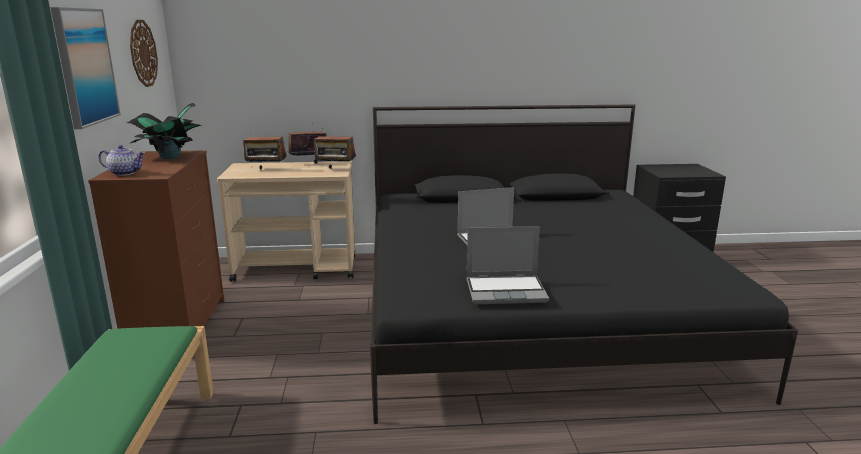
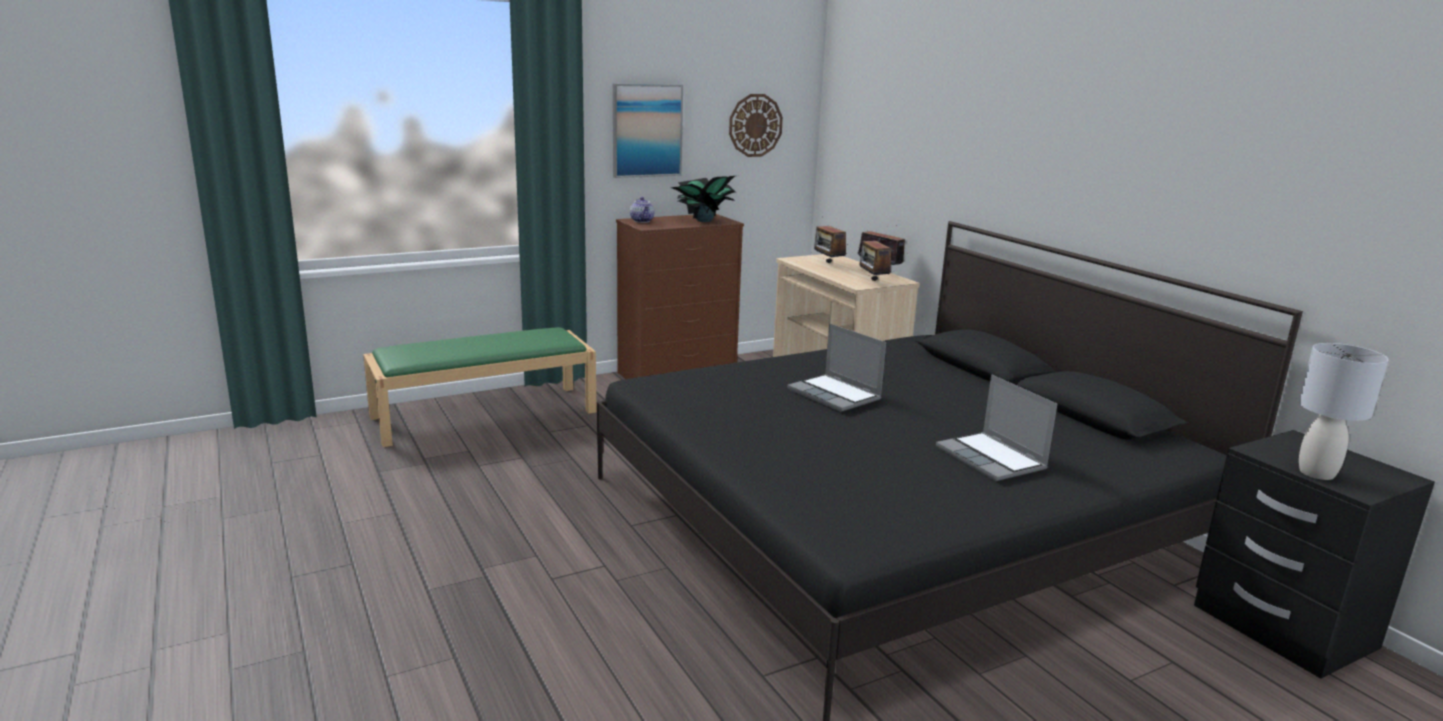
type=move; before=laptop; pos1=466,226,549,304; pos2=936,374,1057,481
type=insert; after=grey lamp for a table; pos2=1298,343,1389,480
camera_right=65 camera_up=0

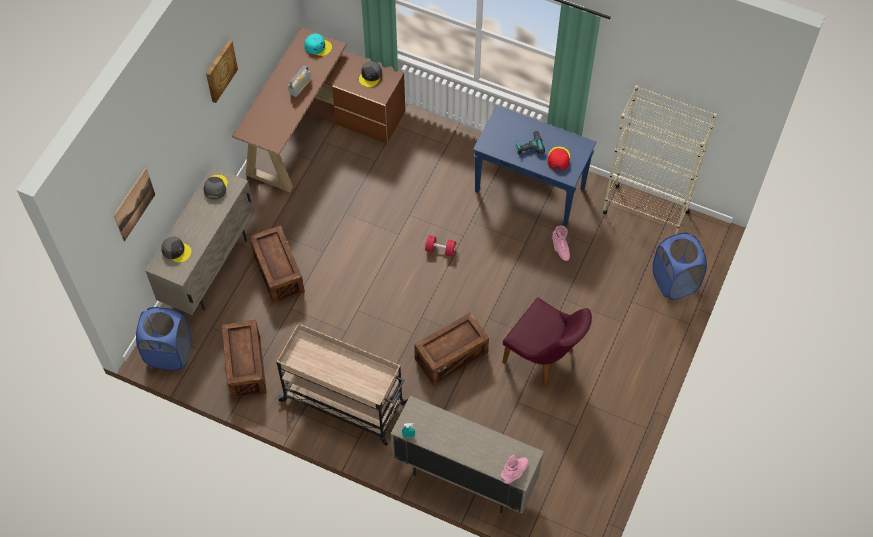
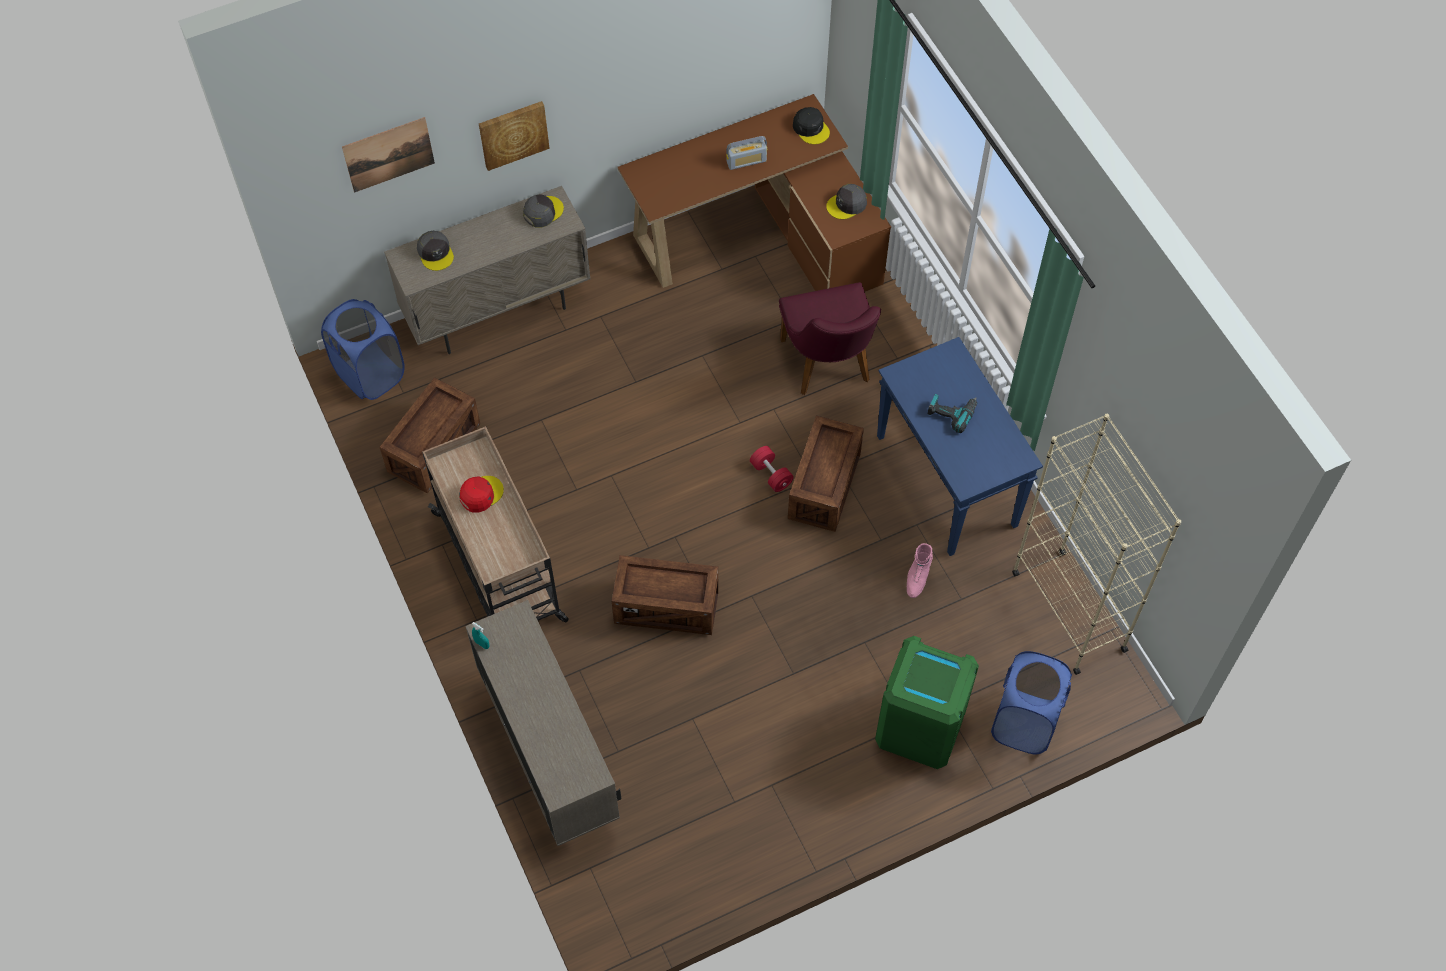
type=move; before=picture; pos1=206,40,238,103; pos2=479,101,550,171
type=move; before=shipping crate; pos1=249,225,305,303; pos2=788,415,864,532
type=recolor; before=blue-green baseball cap; after=black-coloured baseball cap; pos1=305,33,332,56; pos2=793,107,830,144
type=delete; before=pink-coloured boot; pos1=500,455,528,484
type=move; before=purple-coloured chair; pos1=503,297,592,386; pos2=779,282,881,395
type=move; before=red baseball cap; pos1=548,146,570,171; pos2=459,476,504,513
type=insert; after=green-coloured trash can; pos2=875,636,979,769
camera_right=40 camera_up=0

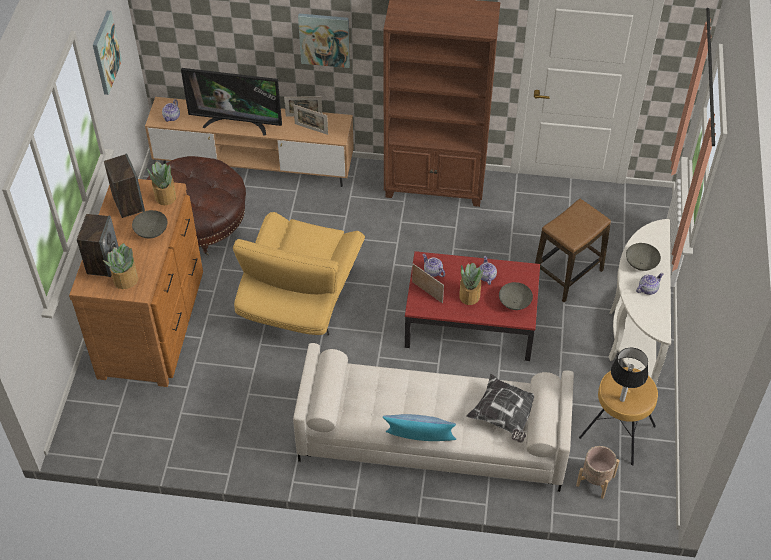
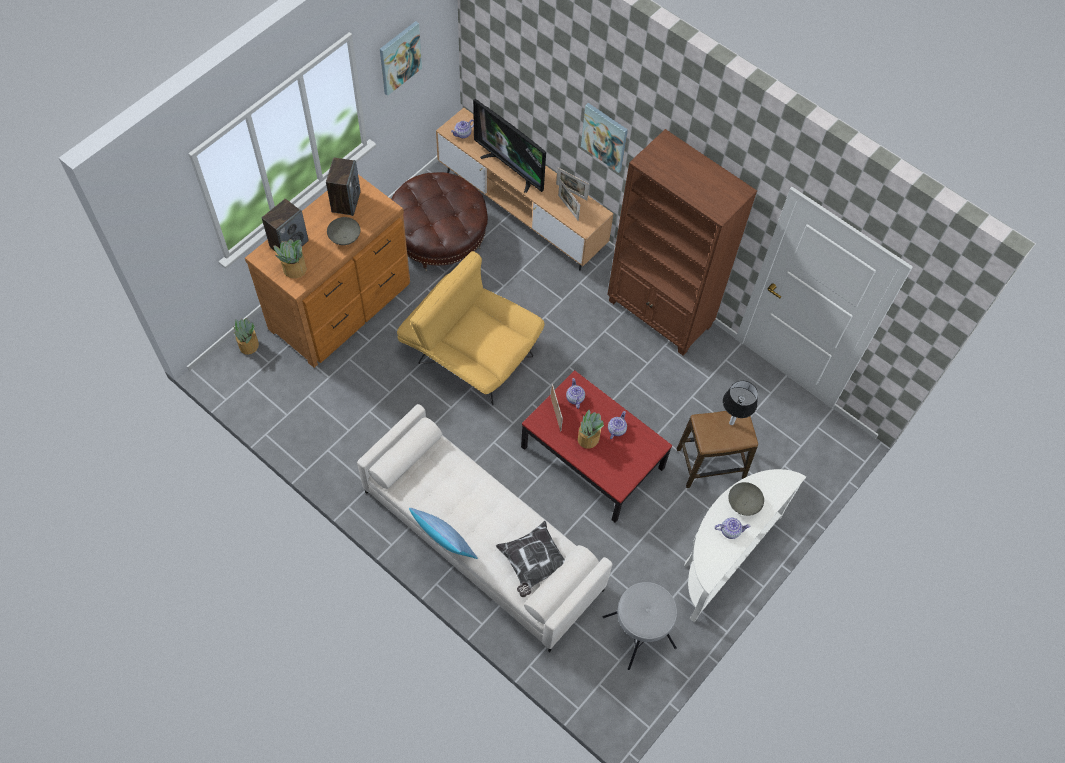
type=move; before=potted plant; pos1=147,161,176,205; pos2=233,318,259,355
type=rotate; before=yellow-coloured armchair; pos1=233,212,365,336; pos2=397,251,545,405; turn=75
type=delete; before=grey serving bowl; pos1=499,282,533,310
type=delete; before=beige-coloured flower pot; pos1=576,446,620,499
type=recolor; before=brown stool seat; after=grey stool seat; pos1=579,367,658,466; pos2=603,582,677,670
type=move; before=lamp for a table; pos1=611,348,648,402; pos2=723,381,758,425
camera_right=30 camera_up=10

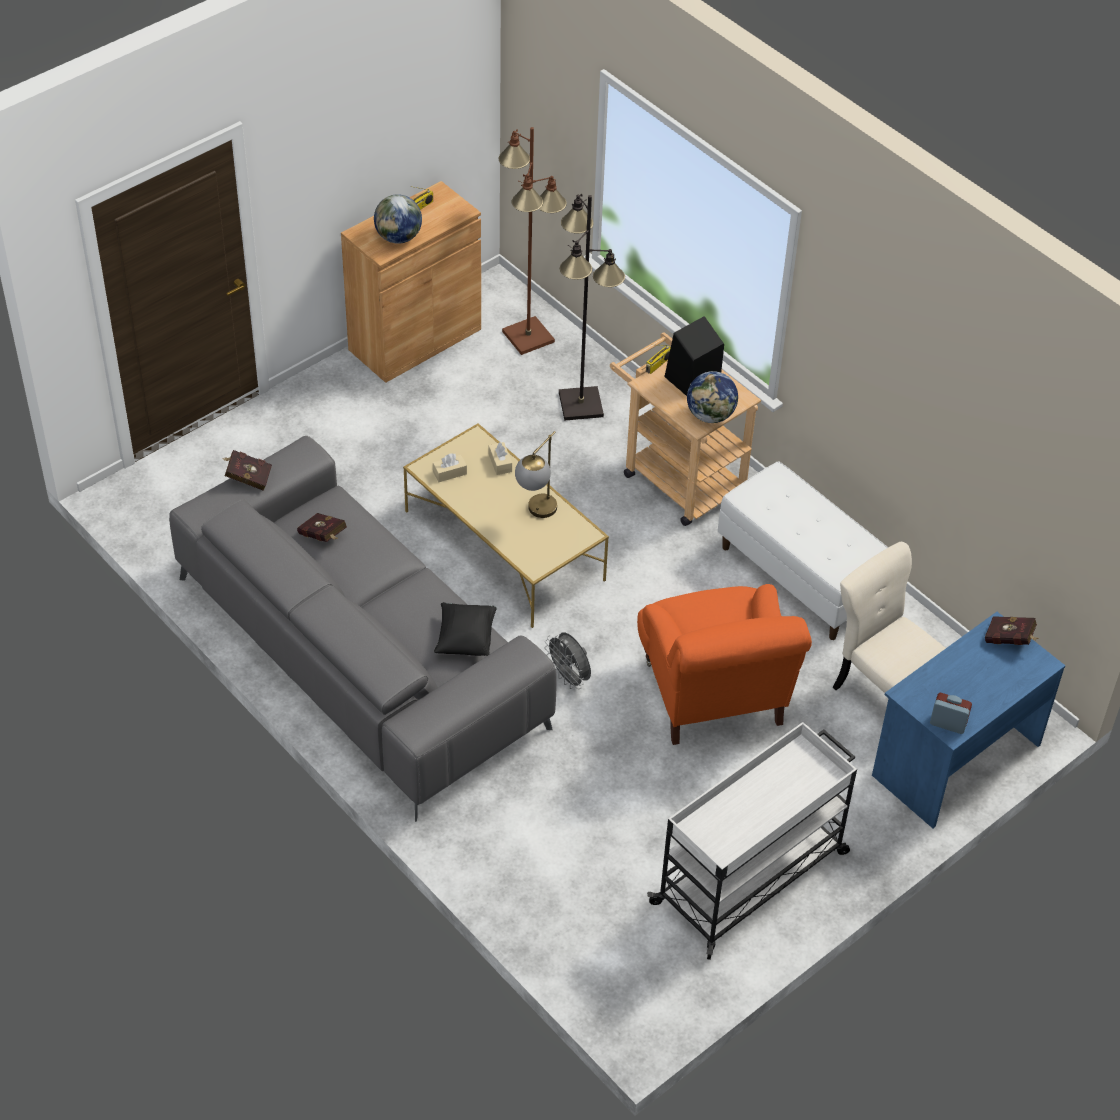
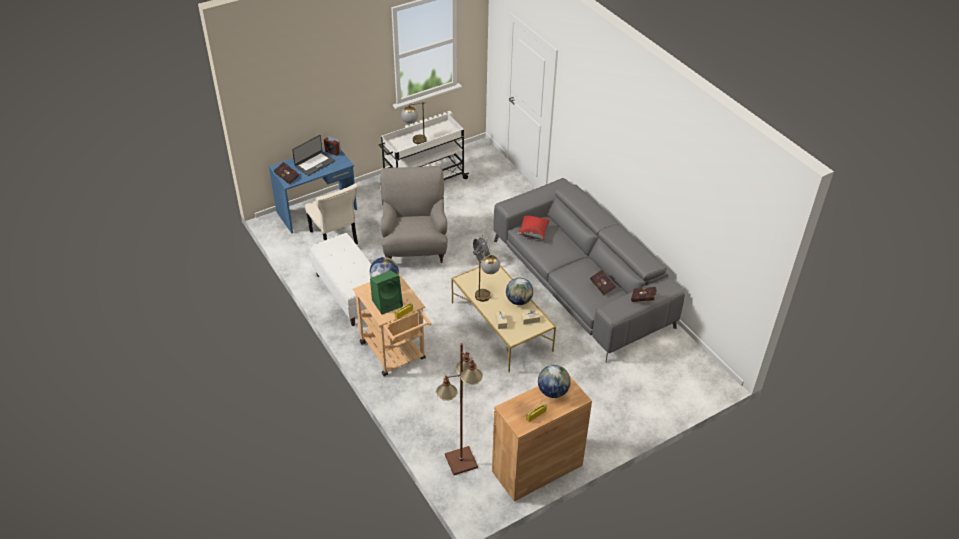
type=recolor; before=black-coloured throw pillow; after=red throw pillow; pos1=434,602,497,656; pos2=518,215,550,240
type=delete; before=black-coloured standing lamp; pos1=559,194,625,421
type=recolor; before=orange-coloured armchair; after=grey armchair; pos1=637,584,812,745; pos2=380,166,448,263
type=recolor; before=black-coloured loudspeaker; after=green-coloured loudspeaker; pos1=664,316,724,396; pos2=370,271,403,314
type=insert; after=laptop; pos2=292,135,335,176
type=insert; after=lamp for a table; pos2=401,102,427,144
type=insert; after=world globe; pos2=506,278,533,305
camera_right=-170 camera_up=-5

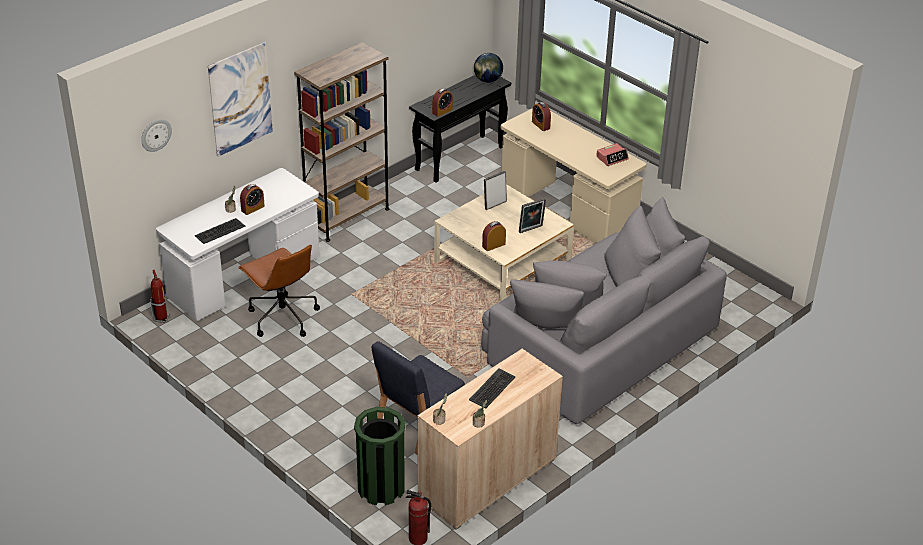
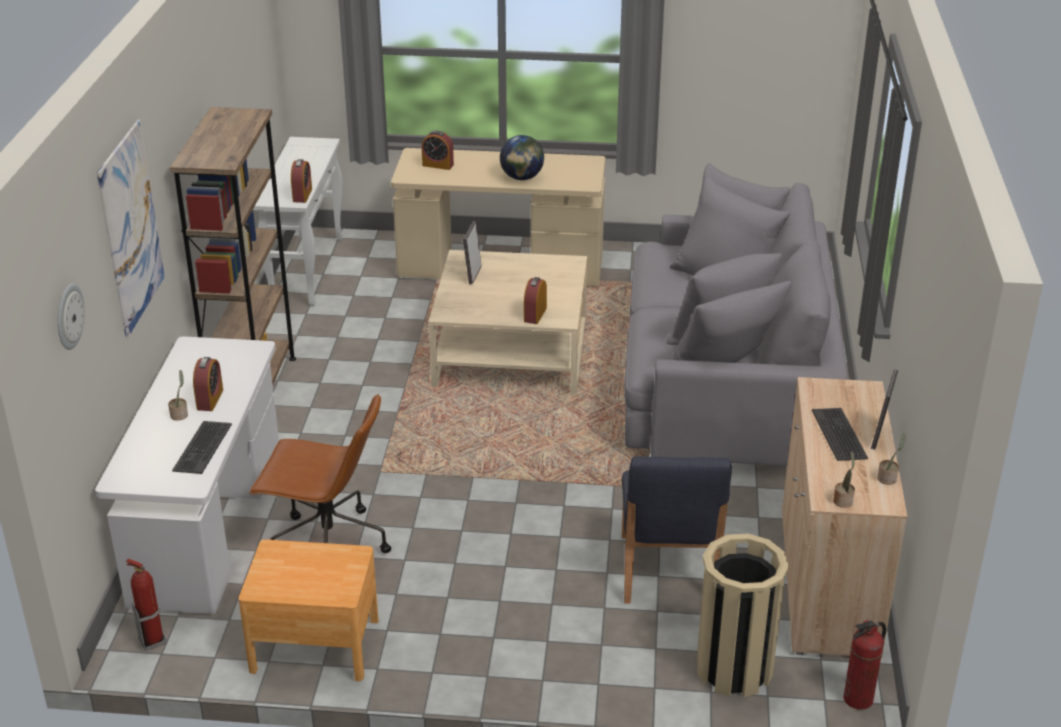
type=recolor; before=green-coloured trash can; after=beige-coloured trash can; pos1=354,407,406,505; pos2=696,534,789,697
type=recolor; before=black-coloured narrow table; after=whitish narrow table; pos1=409,75,511,183; pos2=253,137,343,306
type=move; before=world globe; pos1=474,53,503,83; pos2=500,135,544,180
type=move; before=photo frame; pos1=519,198,546,233; pos2=871,369,898,450
type=delete; before=alarm clock; pos1=596,143,629,166
type=insert; after=brown bedside table; pos2=239,539,379,681
camera_right=-40 camera_up=-5

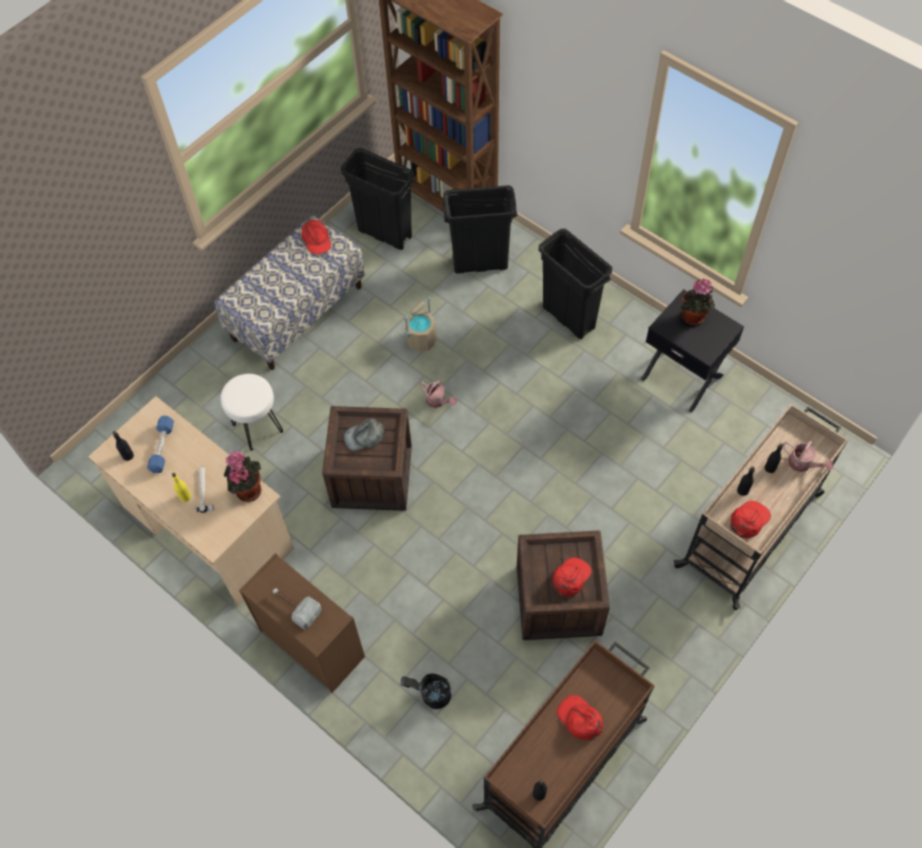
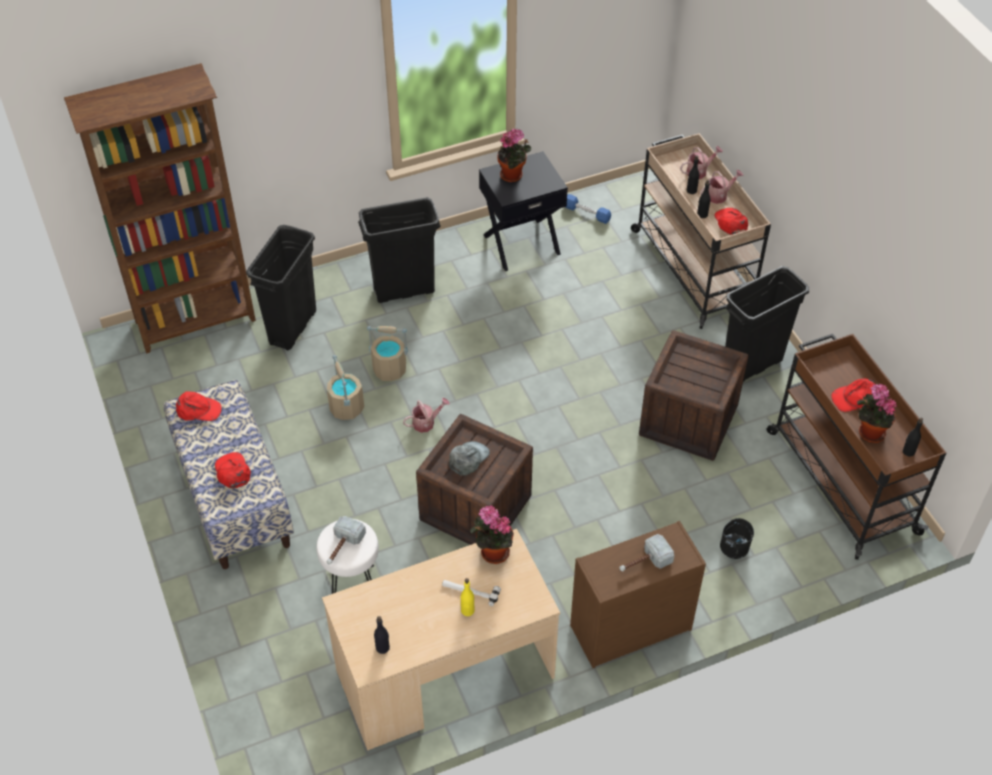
type=move; before=bluish dumbbell; pos1=147,416,174,473; pos2=565,194,611,224
type=move; before=black-coloured trash can; pos1=341,148,415,250; pos2=725,266,809,382
type=rotate; before=grey baseball cap; pos1=344,419,386,451; pos2=449,441,490,476; turn=-150
type=move; before=red baseball cap; pos1=553,557,592,597; pos2=215,452,251,489
type=insert; after=tool hammer; pos2=326,516,366,564
type=insert; after=beige-coloured pail; pos2=367,326,408,381
type=insert; after=watering can; pos2=700,170,744,204
type=insert; after=potted plant; pos2=857,384,897,443
camera_right=-65 camera_up=-10

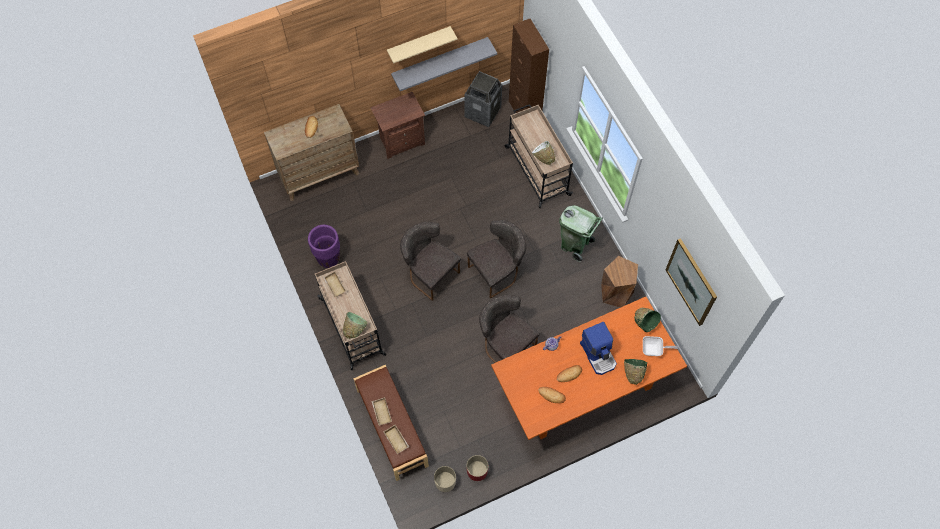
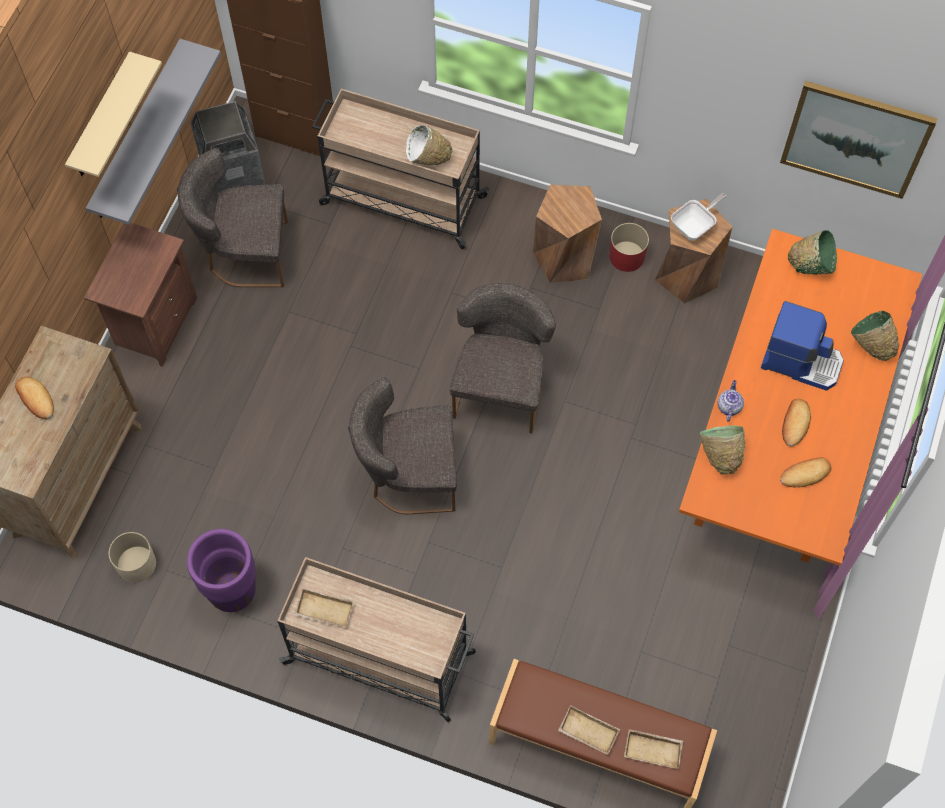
type=move; before=green-coloured serving bowl; pos1=343,312,367,339; pos2=699,425,745,475
type=move; before=beige-coloured flower pot; pos1=434,466,456,492; pos2=109,532,156,583
type=move; before=red flower pot; pos1=466,455,488,481; pos2=609,223,649,272
type=move; before=grey chair; pos1=479,295,540,363; pos2=177,148,288,287
type=replace; before=green-coloured trash can; after=brown stool seat; pos1=559,205,603,262; pos2=533,185,602,283
type=move; before=frying pan; pos1=643,336,678,356; pos2=671,193,727,241
camera_right=-45 camera_up=0

